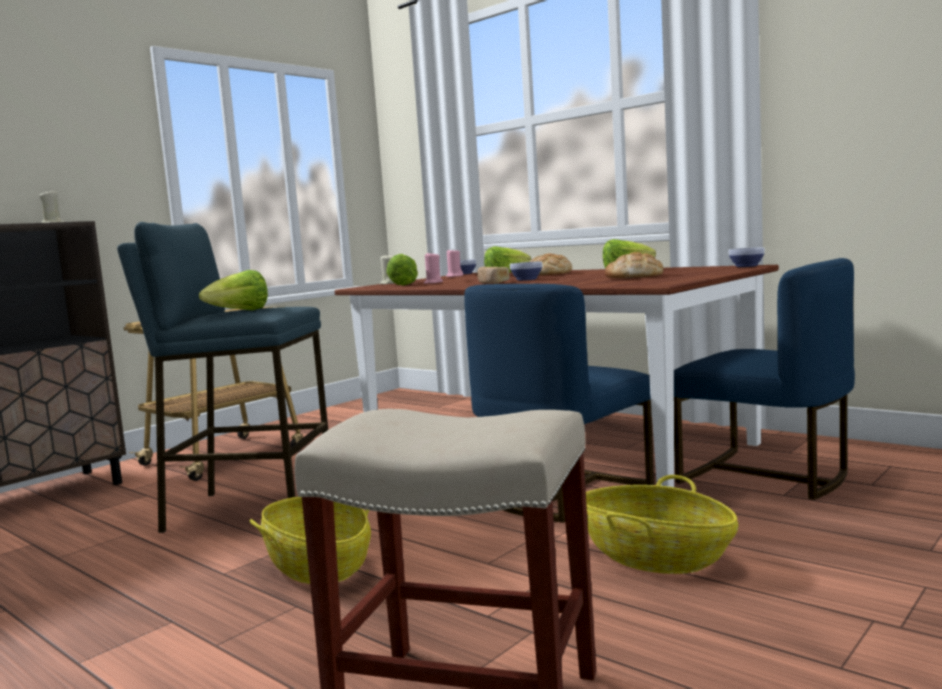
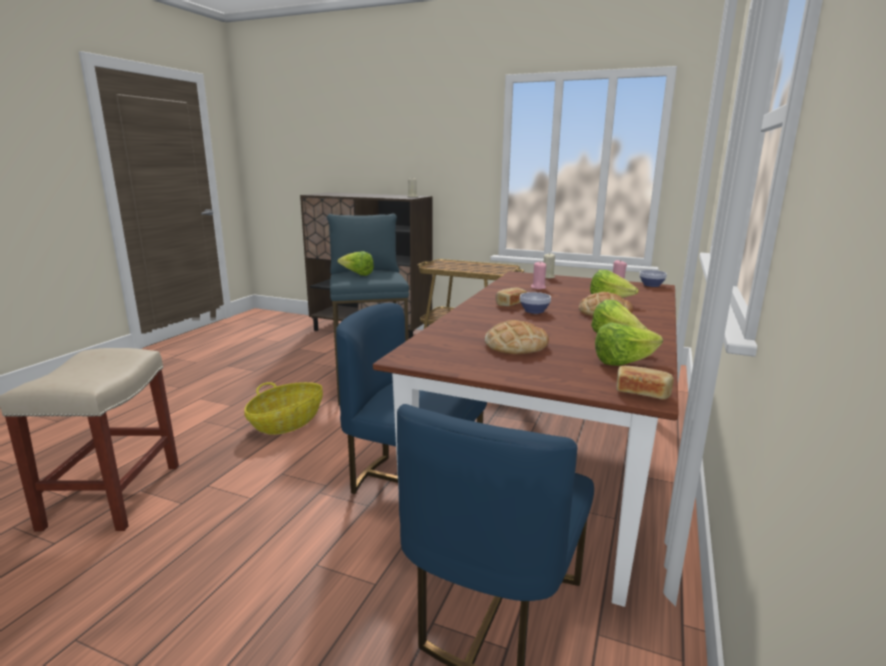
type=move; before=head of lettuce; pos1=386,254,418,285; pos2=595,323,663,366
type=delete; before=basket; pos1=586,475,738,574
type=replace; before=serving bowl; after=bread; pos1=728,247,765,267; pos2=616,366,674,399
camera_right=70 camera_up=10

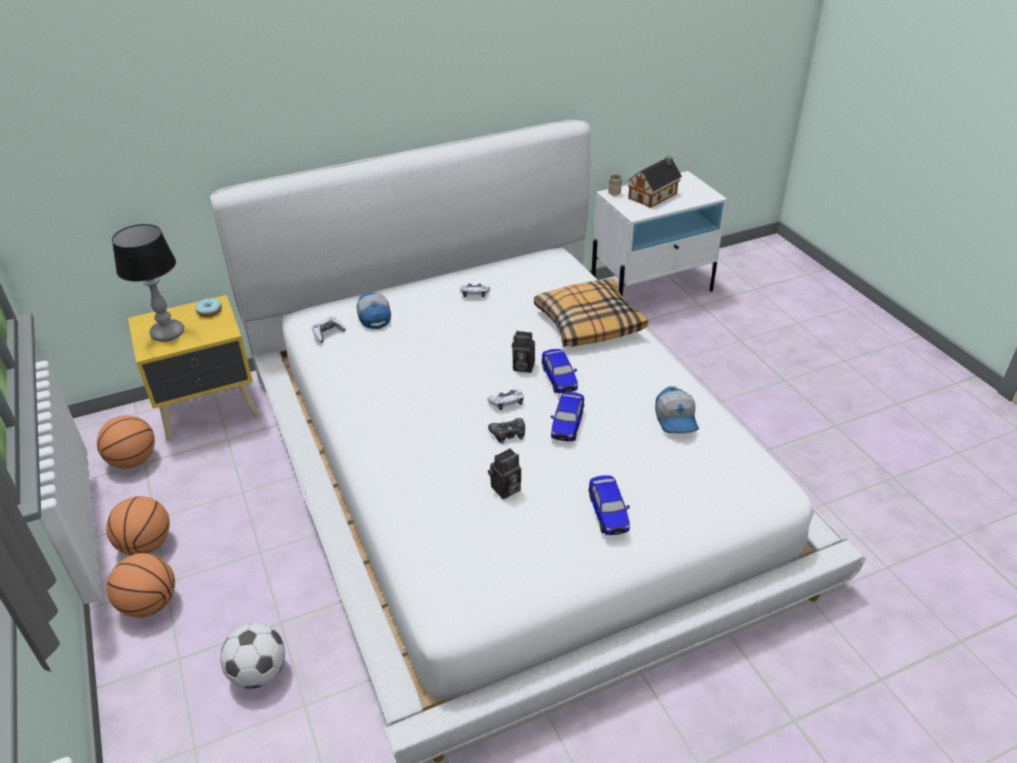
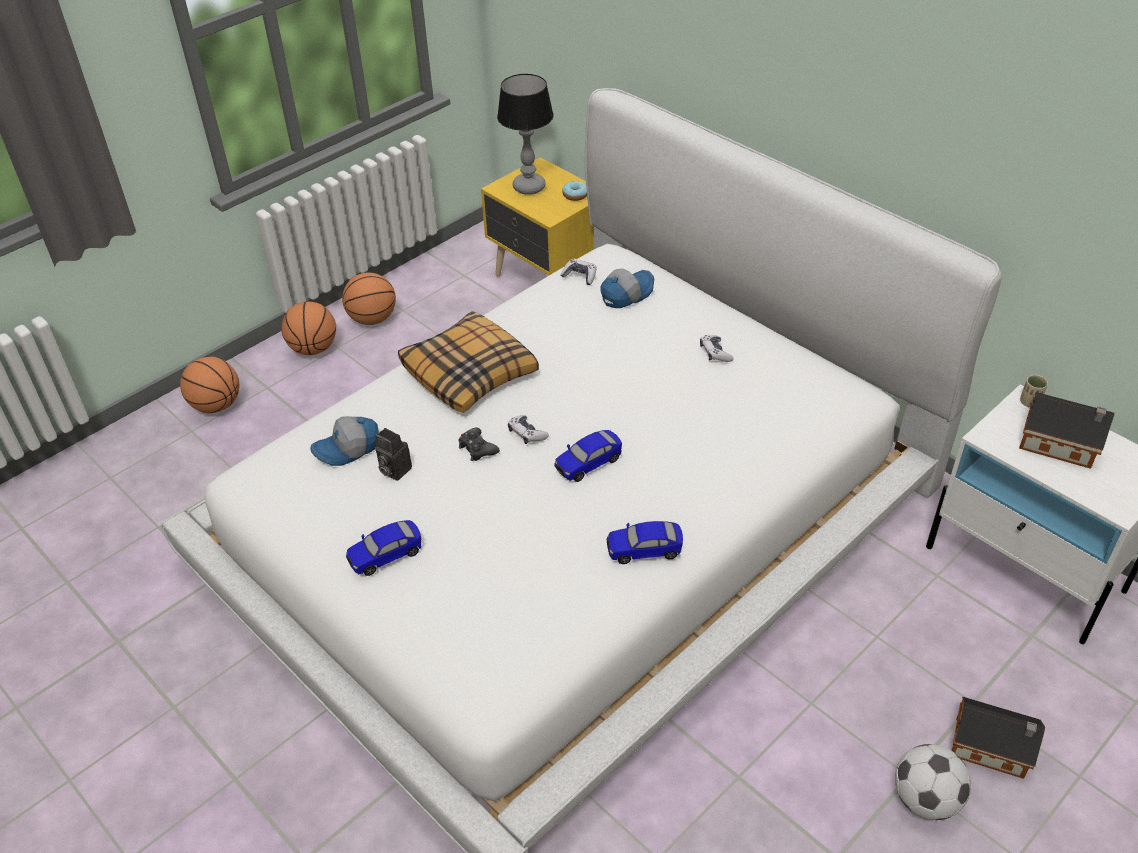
type=move; before=basketball ball; pos1=97,415,155,468; pos2=180,357,239,413
type=move; before=ball for football; pos1=220,623,285,689; pos2=895,744,971,820
type=delete; before=still camera; pos1=512,331,535,373
type=move; before=throw pillow; pos1=534,279,648,347; pos2=398,311,539,413
type=move; before=toy car; pos1=551,392,584,441; pos2=606,521,683,564
type=move; before=baseball cap; pos1=655,386,699,433; pos2=310,416,379,466
type=insert; after=model house; pos2=952,696,1045,779
camera_right=70 camera_up=5

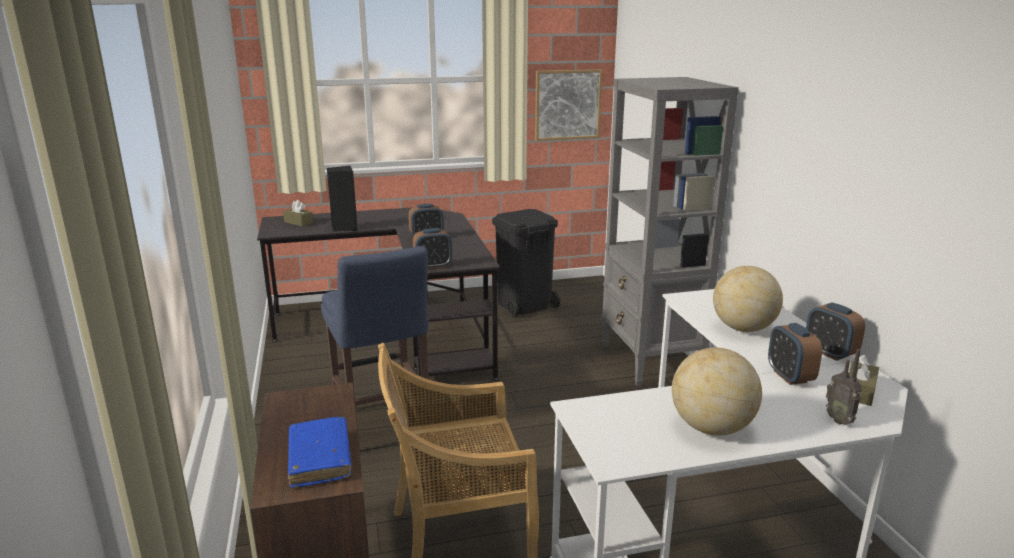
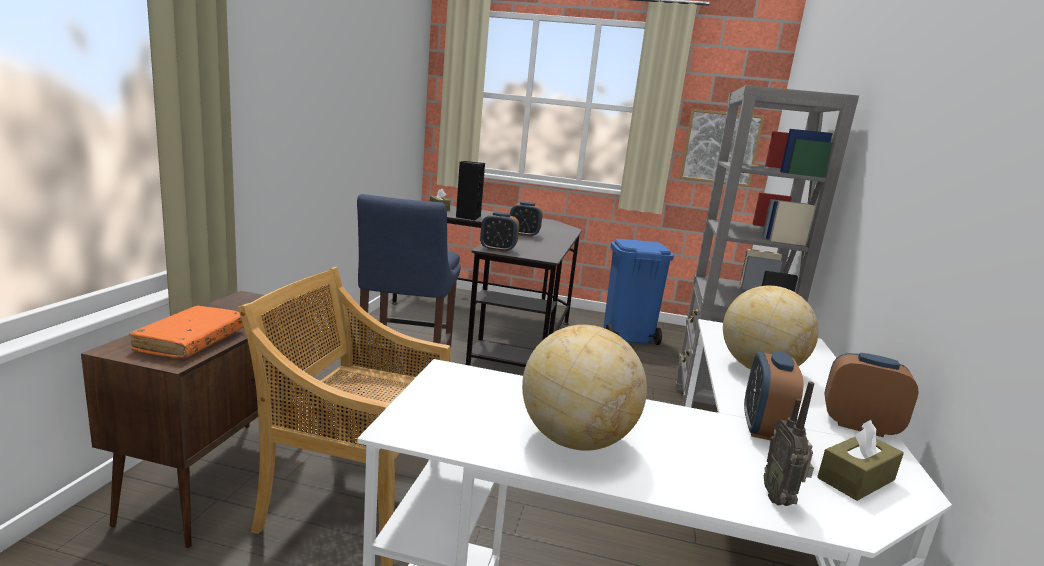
type=recolor; before=bluish bound book; after=orange-coloured bound book; pos1=288,417,352,488; pos2=129,306,244,358
type=recolor; before=black-coloured trash can; after=bluish trash can; pos1=492,209,560,318; pos2=603,239,674,345
type=rotate; before=alarm clock; pos1=806,302,865,361; pos2=825,353,919,437; turn=120
camera_right=25 camera_up=-5

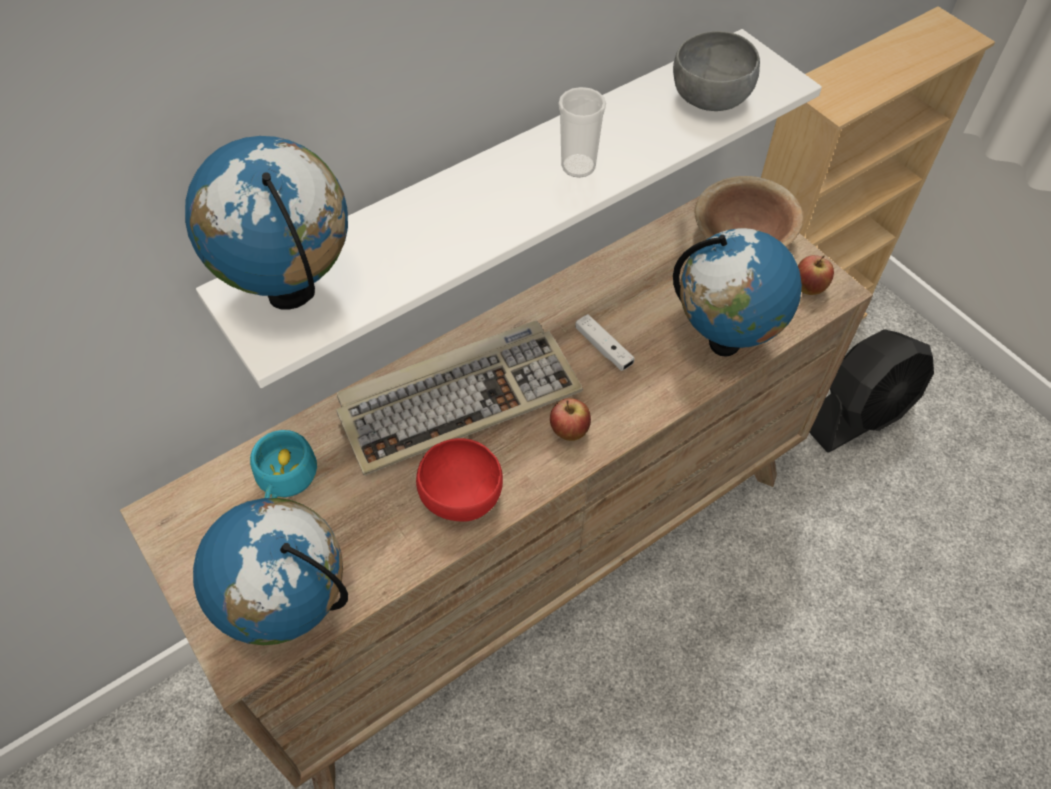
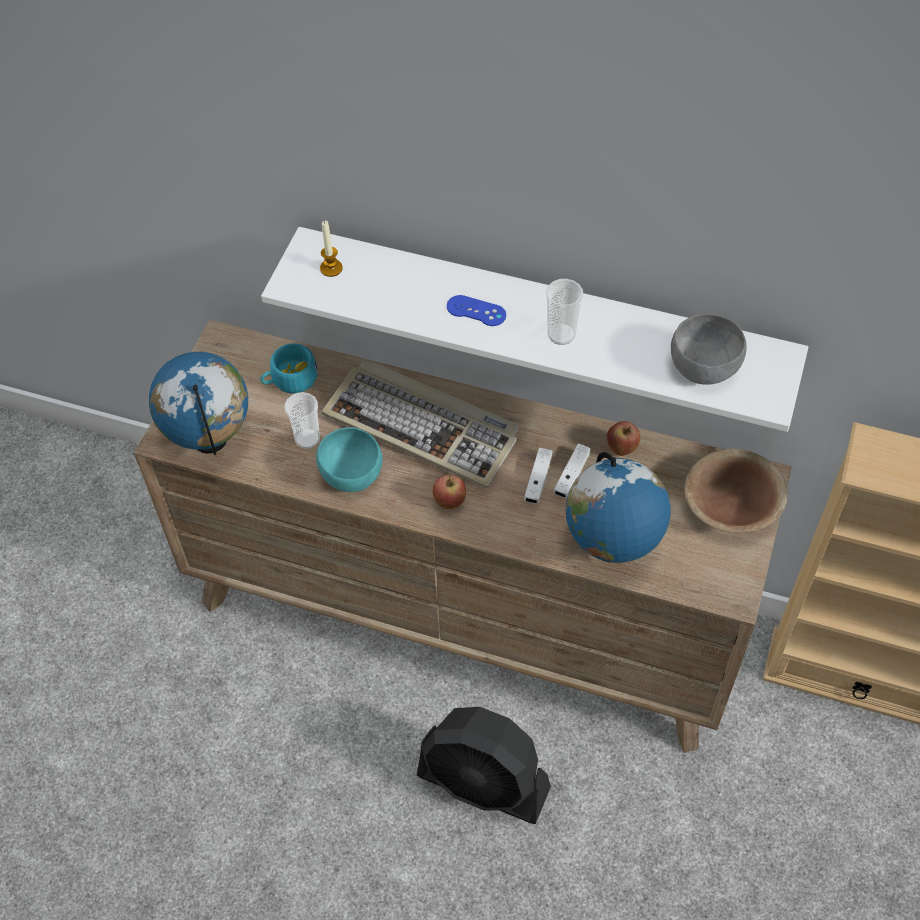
type=replace; before=world globe; after=wax candle; pos1=185,136,348,310; pos2=320,221,343,277
type=recolor; before=red serving bowl; after=blue-green serving bowl; pos1=416,438,503,522; pos2=316,427,383,492
type=move; before=apple fruit; pos1=798,255,834,295; pos2=607,421,640,456
type=move; before=black-coloured fan; pos1=809,329,934,453; pos2=417,707,551,824
type=insert; after=small cup; pos2=285,392,320,449
type=insert; after=bluish joypad; pos2=447,295,506,326
type=insert; after=whitish joypad; pos2=553,444,591,498
camera_right=55 camera_up=0

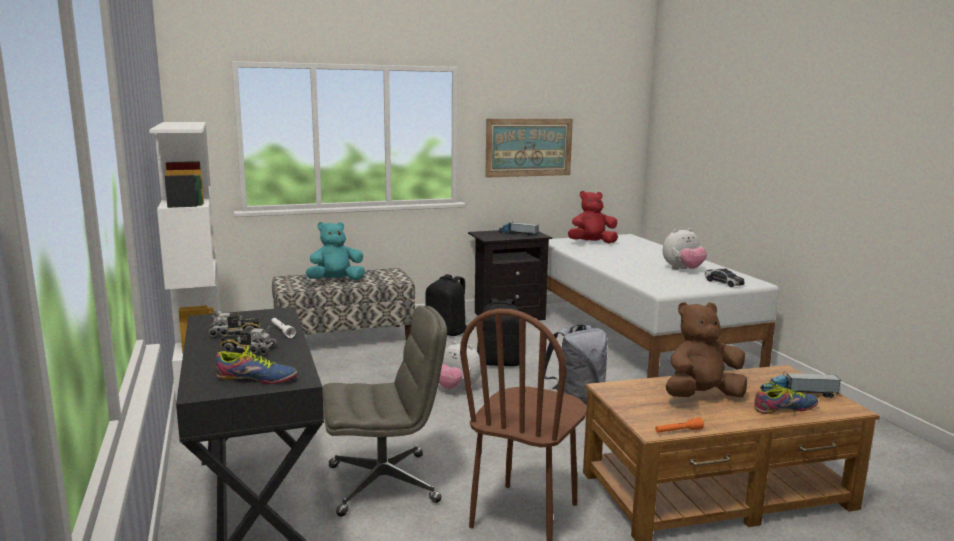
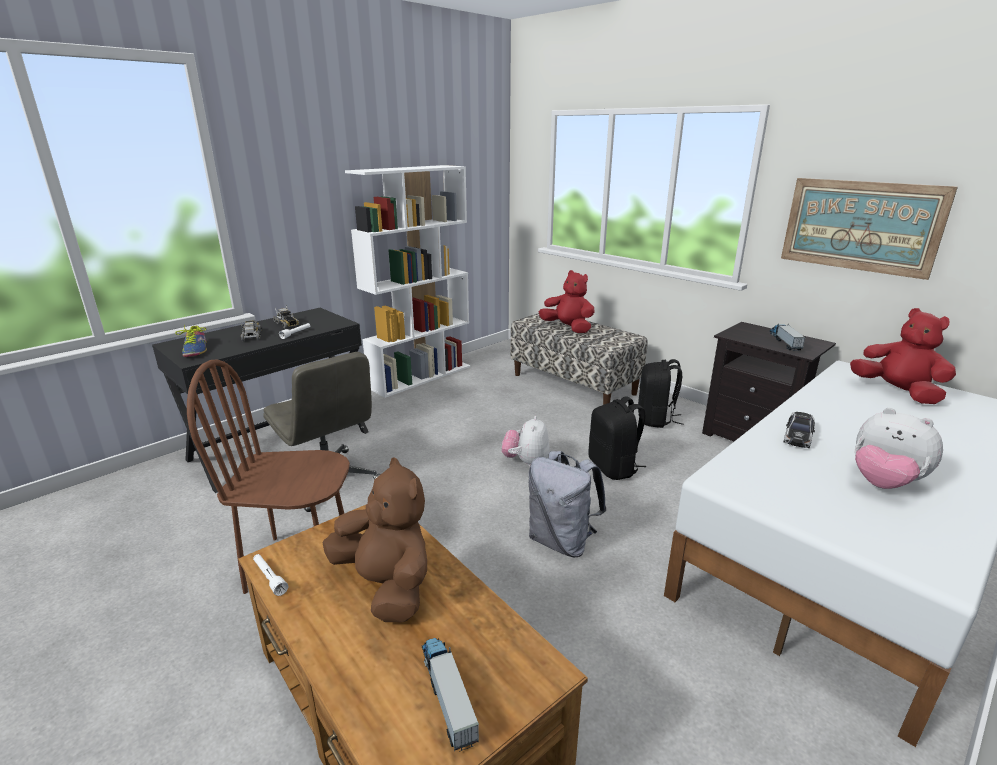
type=recolor; before=blue-green cuddly toy; after=red cuddly toy; pos1=306,222,365,280; pos2=539,270,595,333
type=recolor; before=orange-coloured torch; after=whitish torch; pos1=655,417,704,433; pos2=253,554,288,596
type=move; before=toy car; pos1=705,268,745,287; pos2=784,412,815,448
type=delete; before=low shoe; pos1=754,382,818,414
camera_right=65 camera_up=10

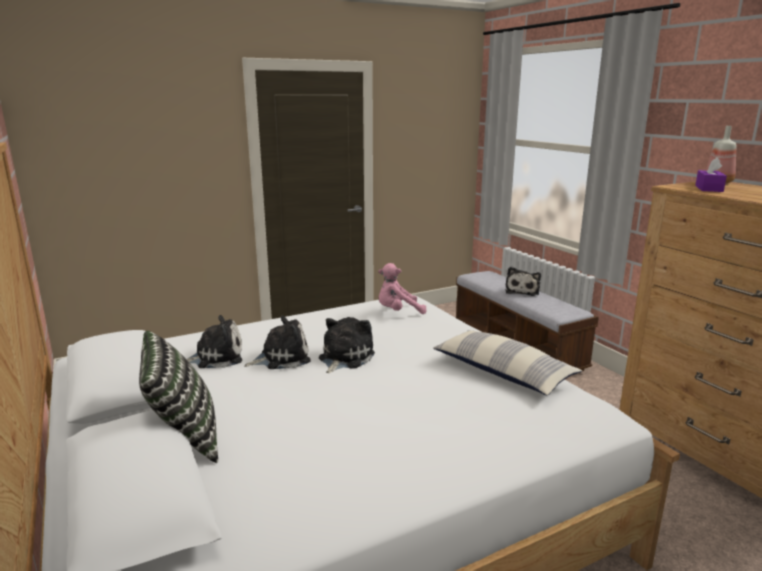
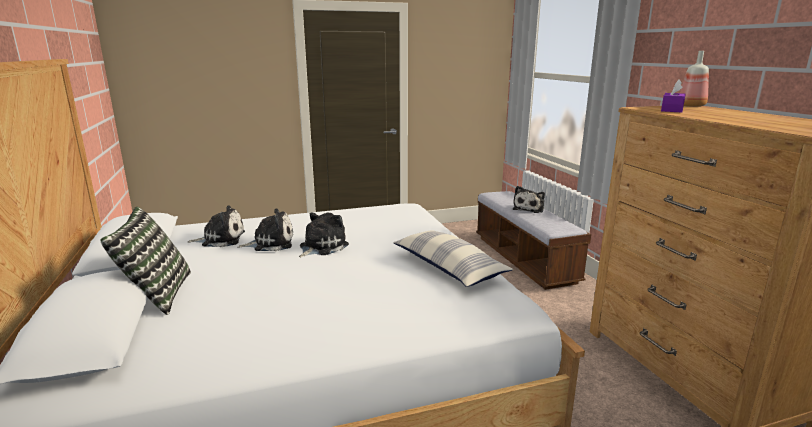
type=delete; before=pink-coloured cuddly toy; pos1=378,263,427,314
camera_right=10 camera_up=0

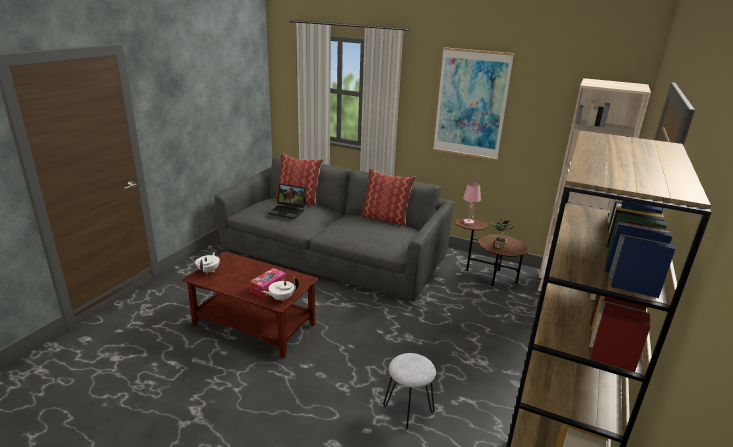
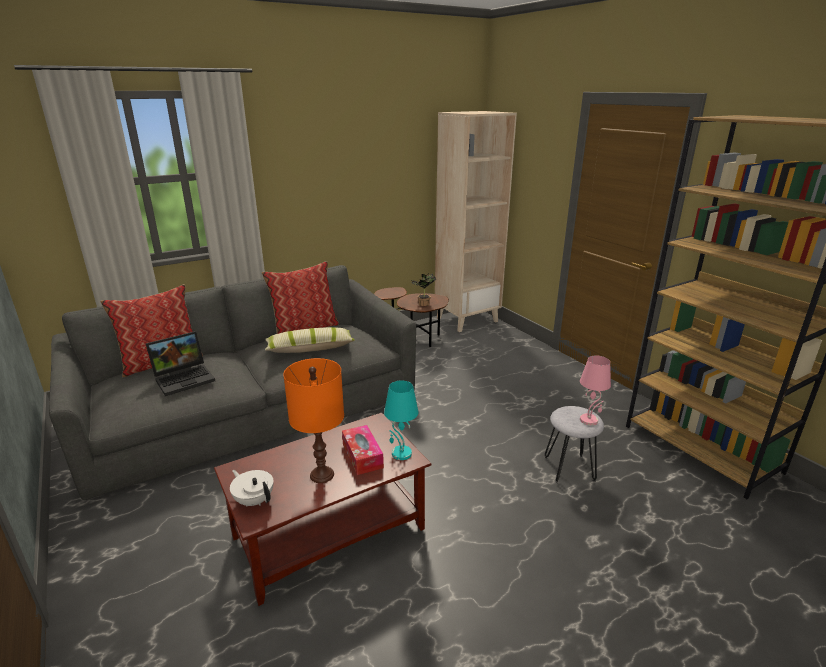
type=replace; before=whitish pot for tea; after=blue-green lamp for a table; pos1=262,277,299,302; pos2=384,381,418,460
type=delete; before=picture; pos1=433,47,514,160
type=move; before=pink-coloured lamp for a table; pos1=463,183,481,225; pos2=580,355,611,426
type=insert; after=throw pillow; pos2=265,327,355,353
type=insert; after=orange-coloured lamp for a table; pos2=283,358,344,483
camera_right=-55 camera_up=0

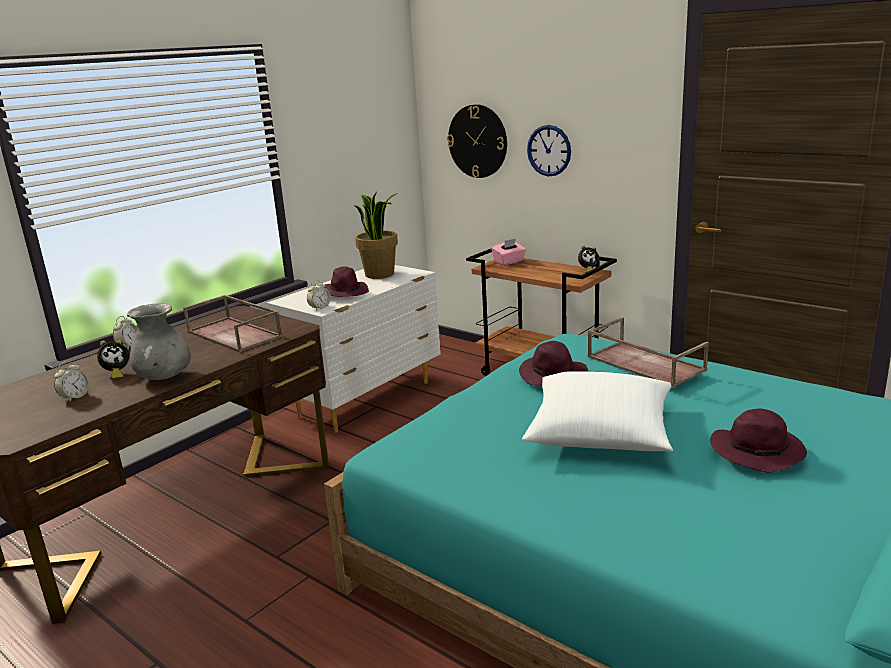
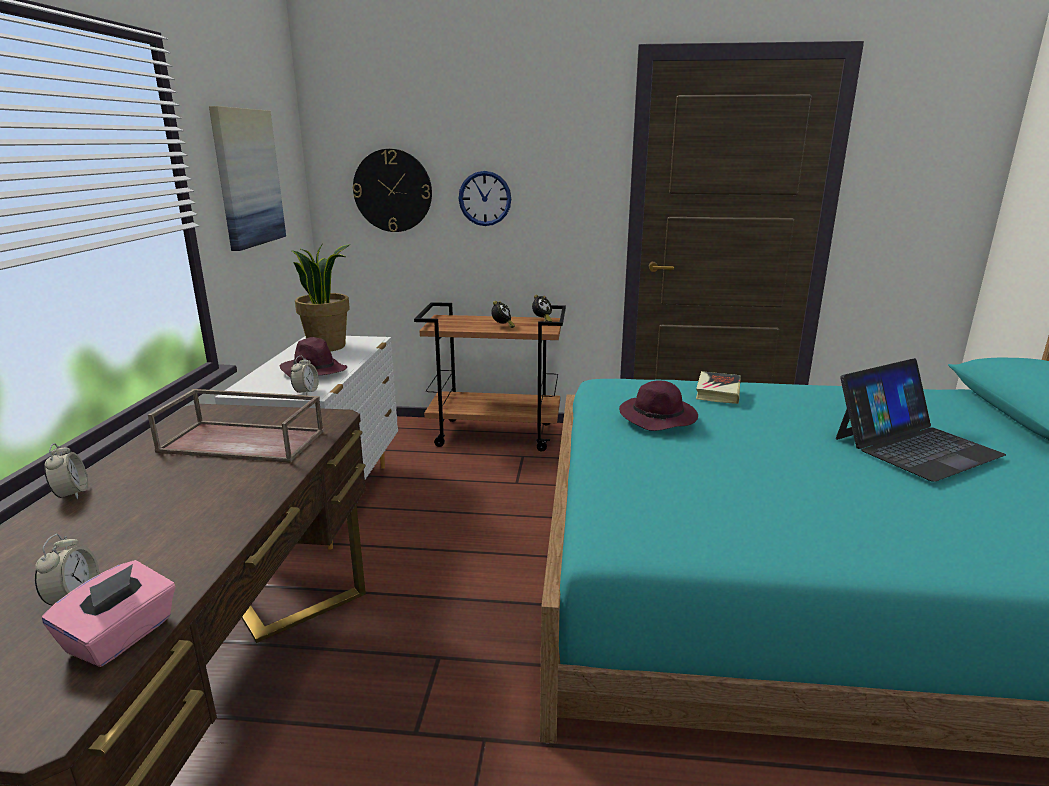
type=move; before=alarm clock; pos1=97,340,129,379; pos2=491,301,515,328
type=delete; before=grey decorative vase; pos1=127,303,191,380
type=move; before=pink-coloured box of tissues; pos1=491,239,526,265; pos2=42,560,176,667
type=delete; before=whitish throw pillow; pos1=522,371,673,452
type=replace; before=brown tray; after=bound book; pos1=587,317,709,388; pos2=696,371,741,404
type=replace; before=purple-coloured clothing hat; after=laptop; pos1=710,409,807,472; pos2=836,358,1006,482
type=insert; after=picture; pos2=209,106,286,251
camera_right=-35 camera_up=0

